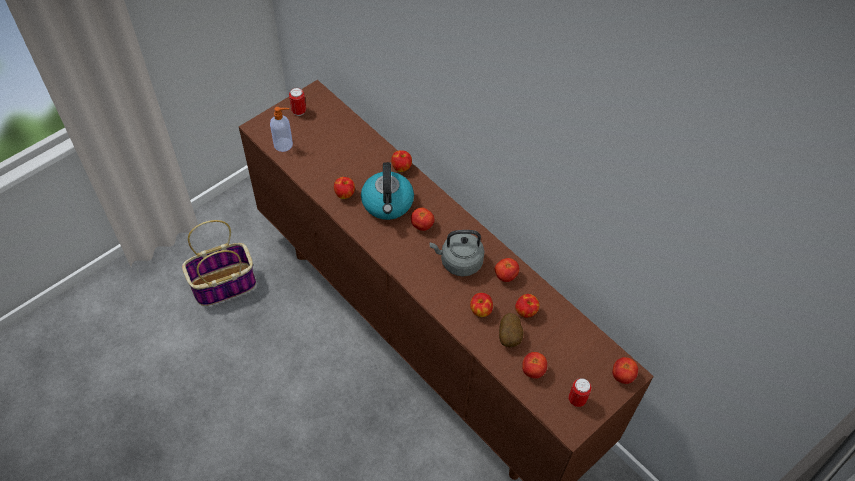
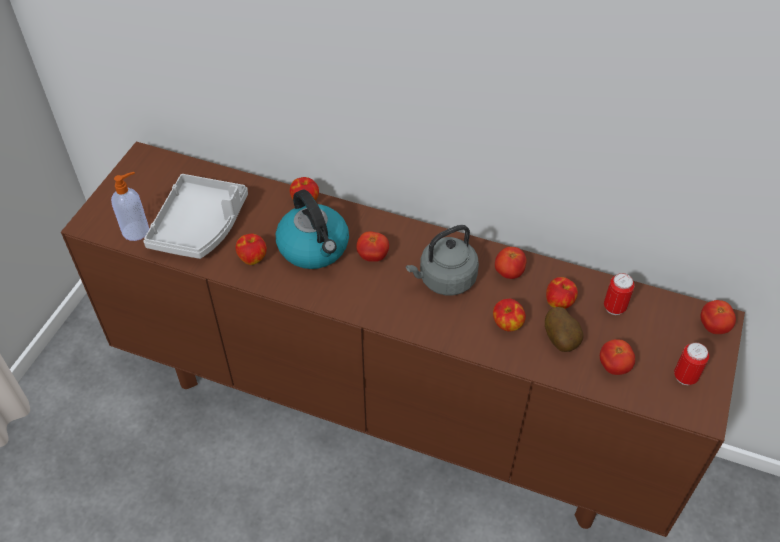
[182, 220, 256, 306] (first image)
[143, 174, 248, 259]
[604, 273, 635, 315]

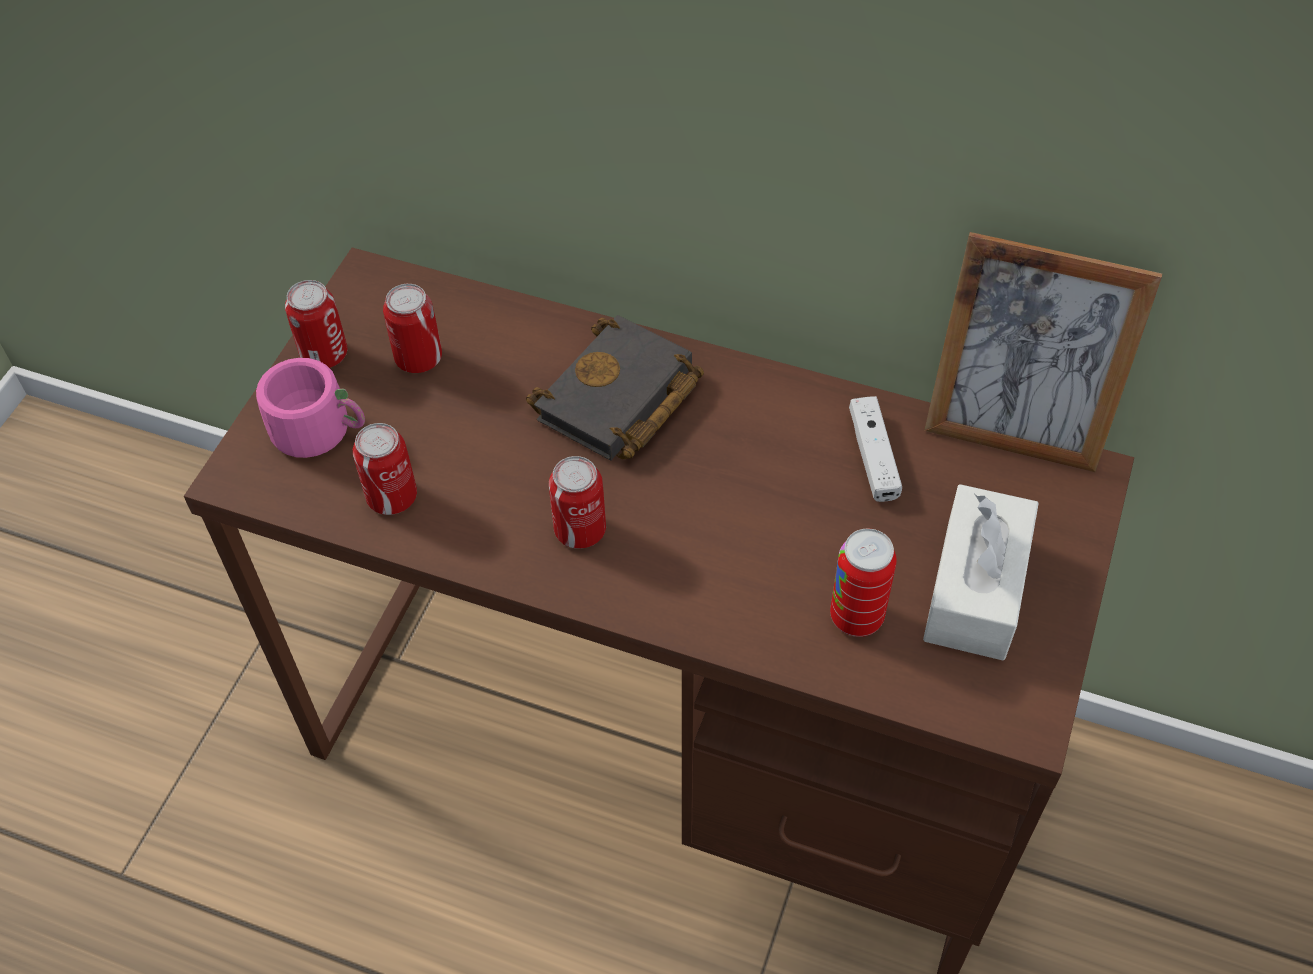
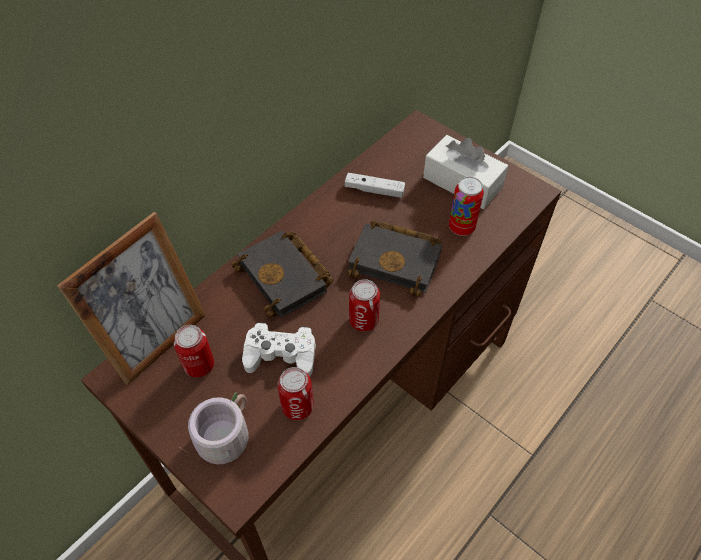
[285, 280, 348, 368] (first image)
[242, 322, 316, 376]
[348, 220, 442, 296]
[57, 212, 206, 385]
[178, 392, 248, 464]

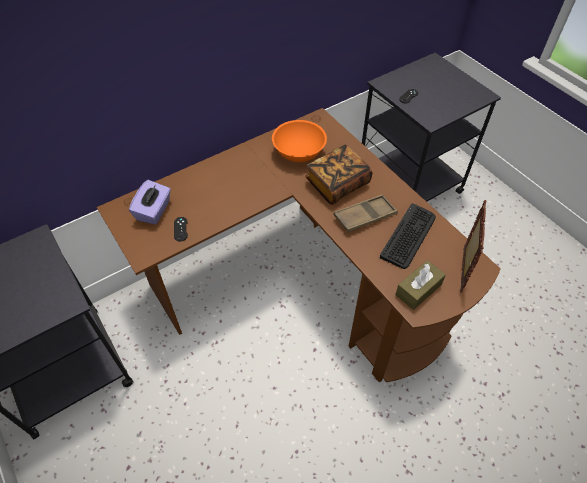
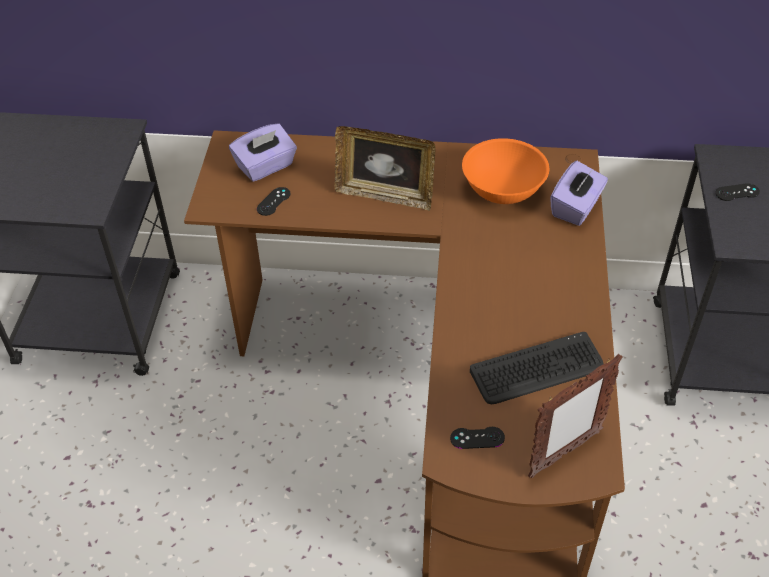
[305, 145, 373, 205] (first image)
[333, 194, 398, 232] (first image)
[334, 126, 436, 211]
[550, 161, 608, 226]
[450, 427, 505, 449]

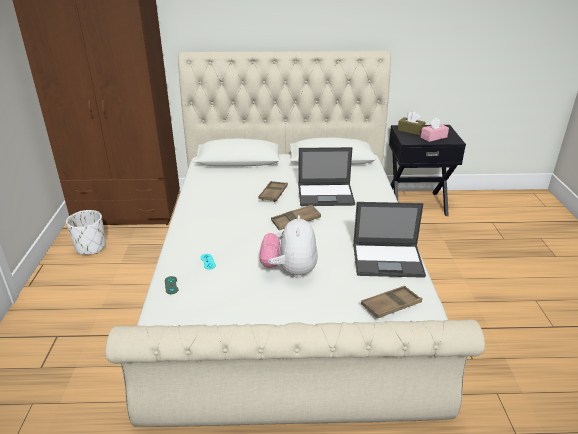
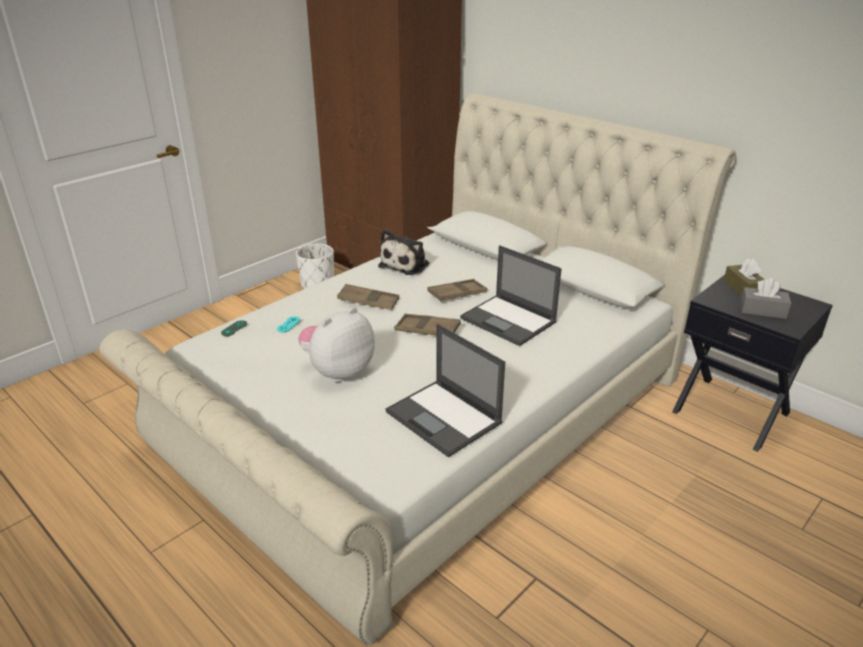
[378, 229, 430, 275]
[337, 284, 399, 310]
[740, 278, 791, 319]

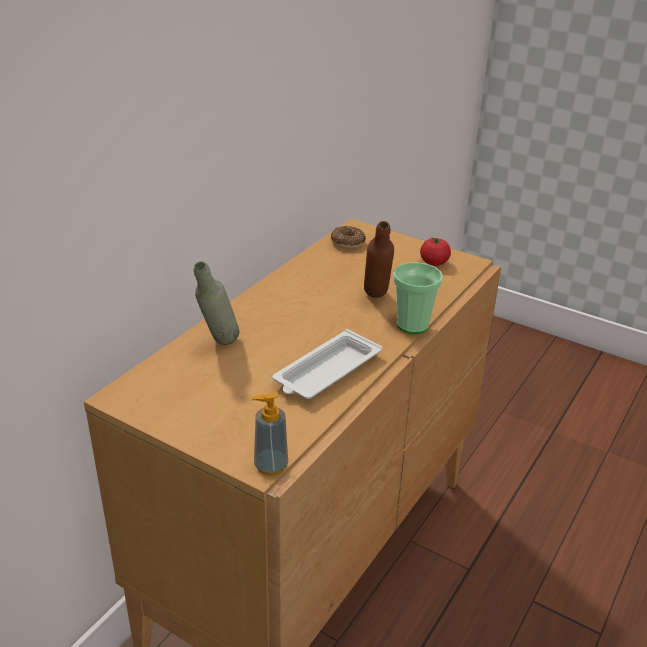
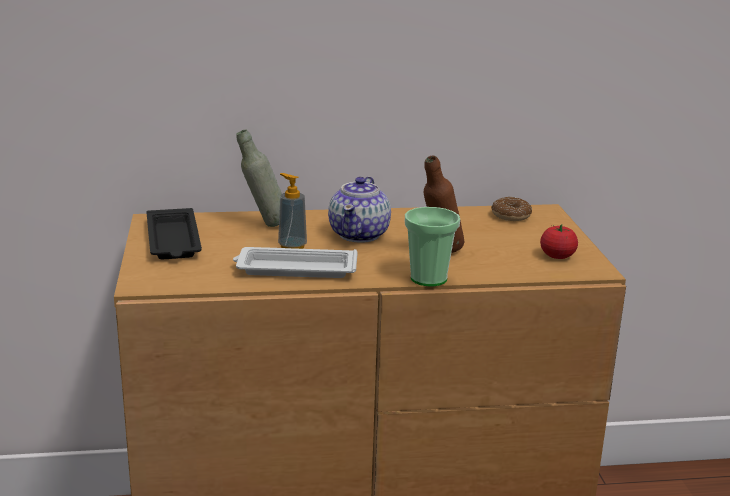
[147, 208, 202, 260]
[328, 176, 391, 243]
[278, 173, 307, 249]

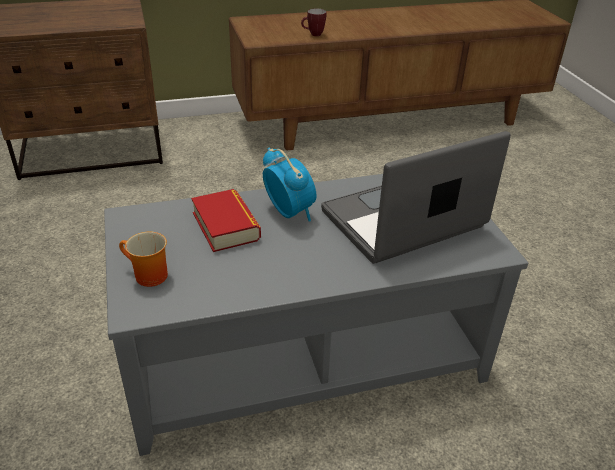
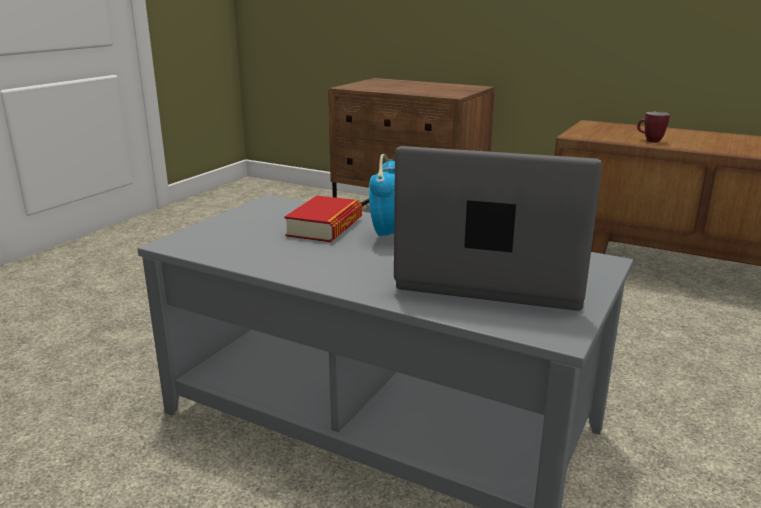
[119, 232, 168, 287] (first image)

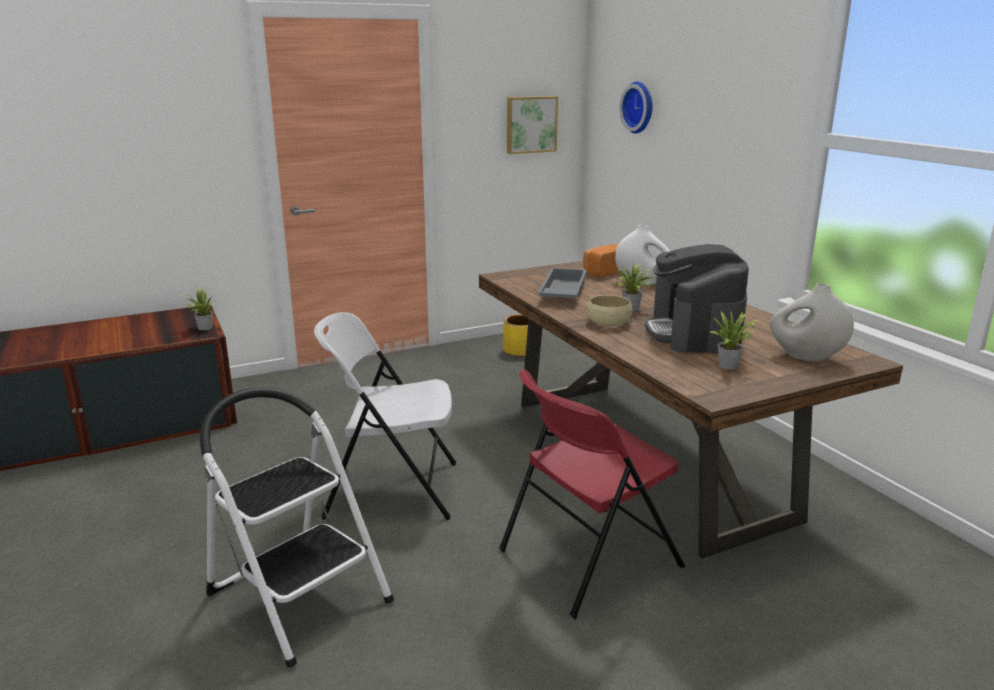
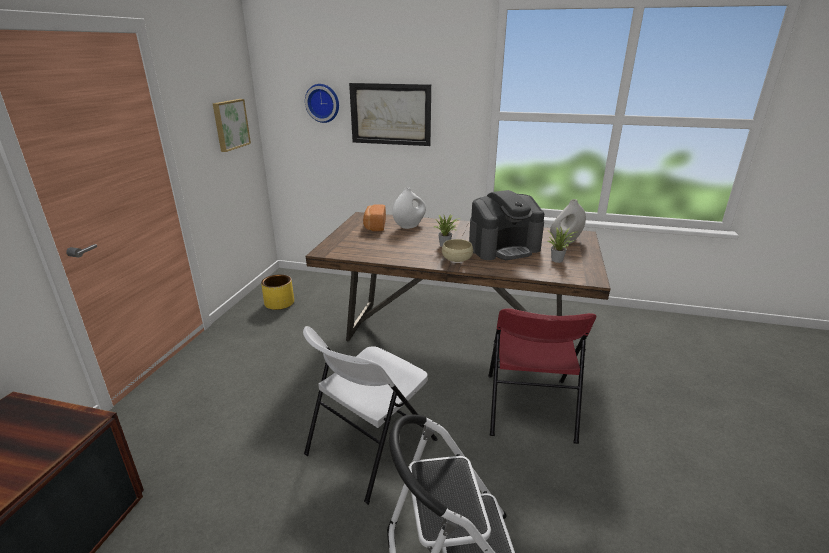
[185, 288, 215, 330] (first image)
[538, 268, 587, 298] (first image)
[349, 83, 431, 146]
[469, 190, 544, 260]

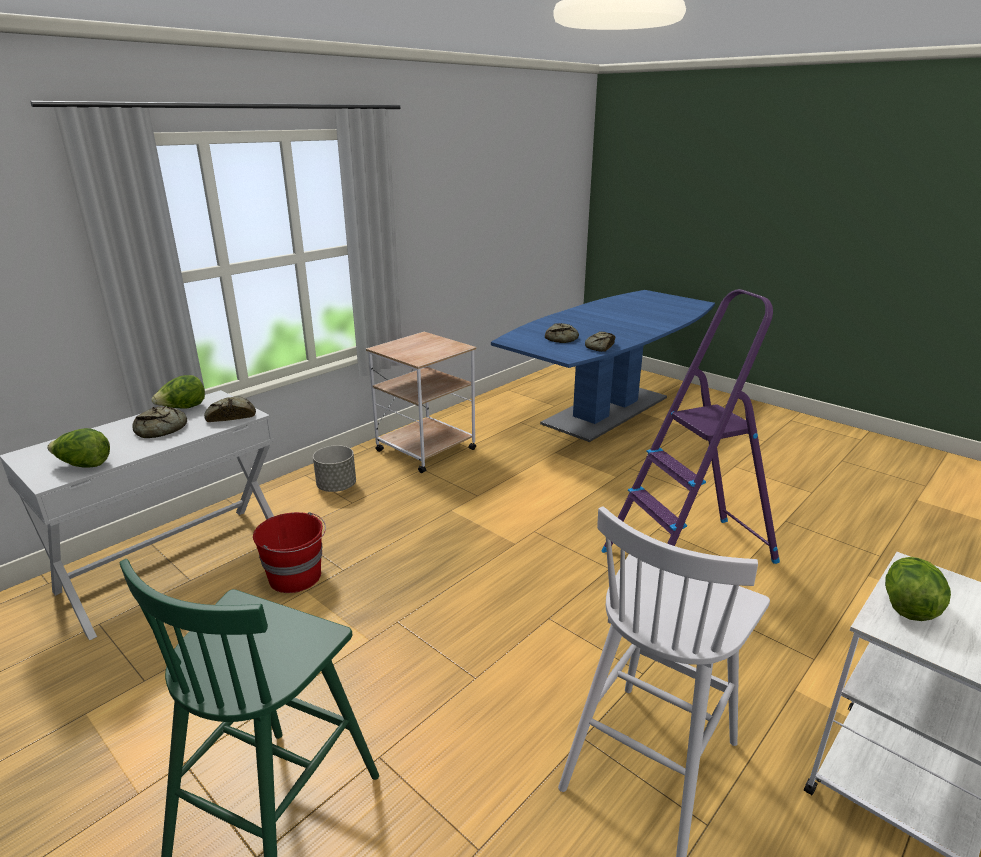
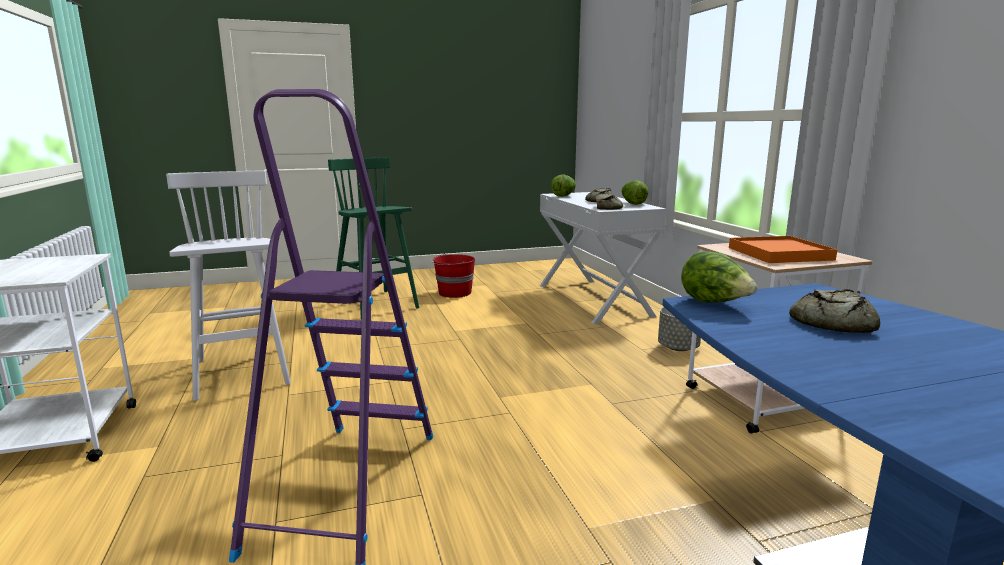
[585, 332, 615, 352] (first image)
[729, 236, 838, 263]
[431, 254, 475, 298]
[681, 251, 758, 303]

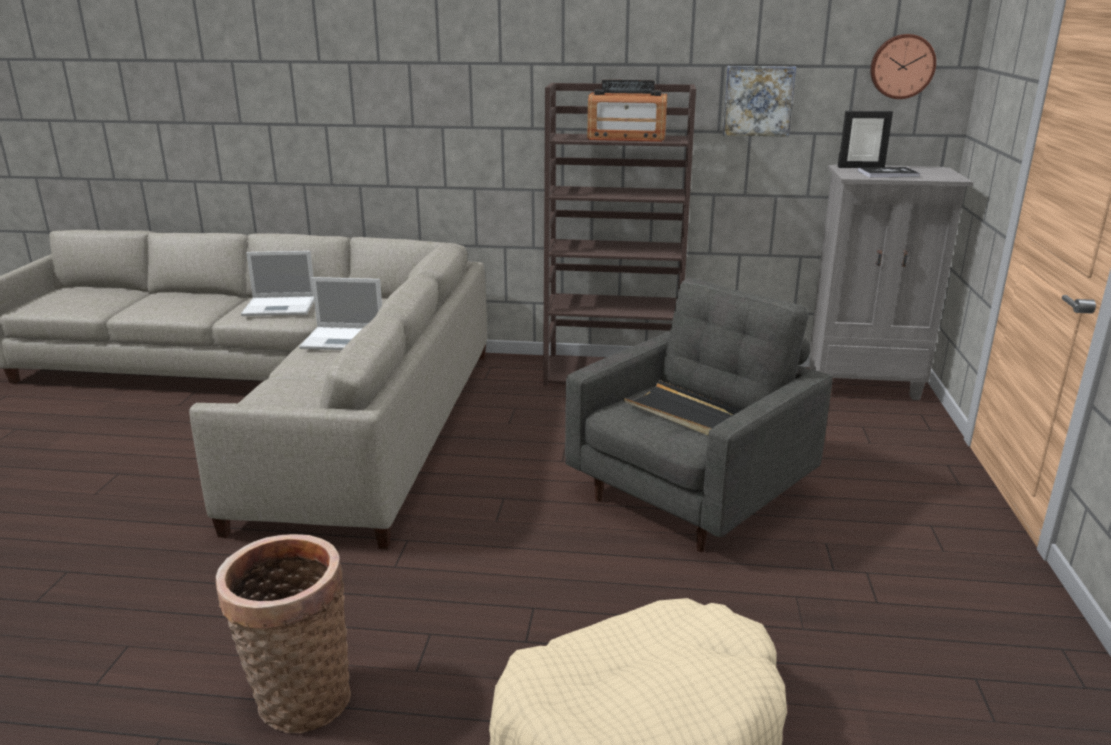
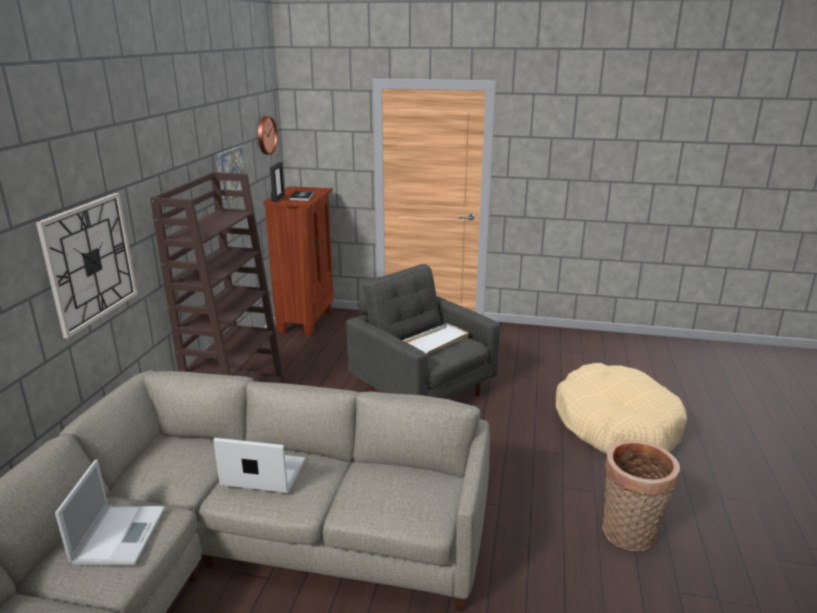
[587, 80, 667, 142] (first image)
[36, 193, 138, 339]
[403, 323, 469, 354]
[263, 186, 334, 336]
[213, 438, 306, 493]

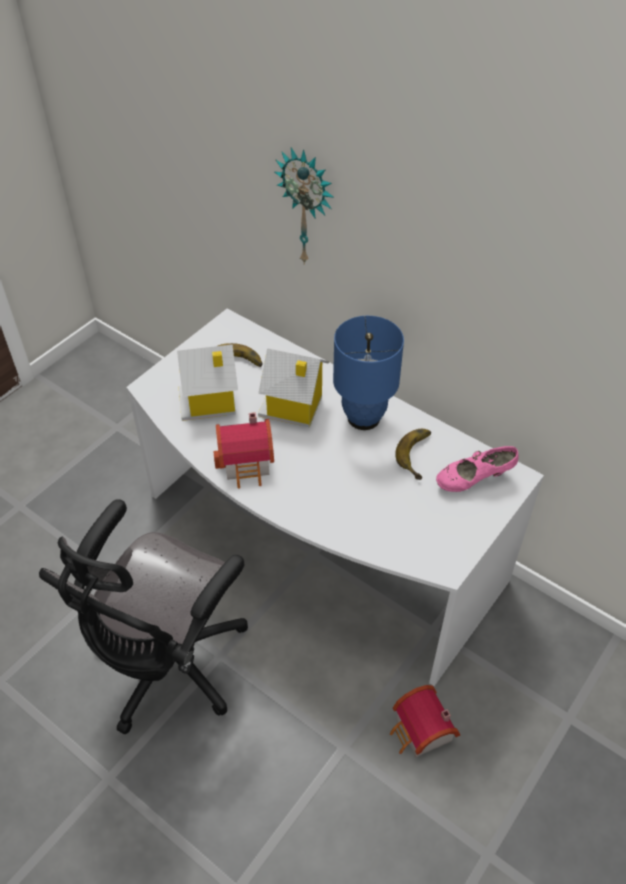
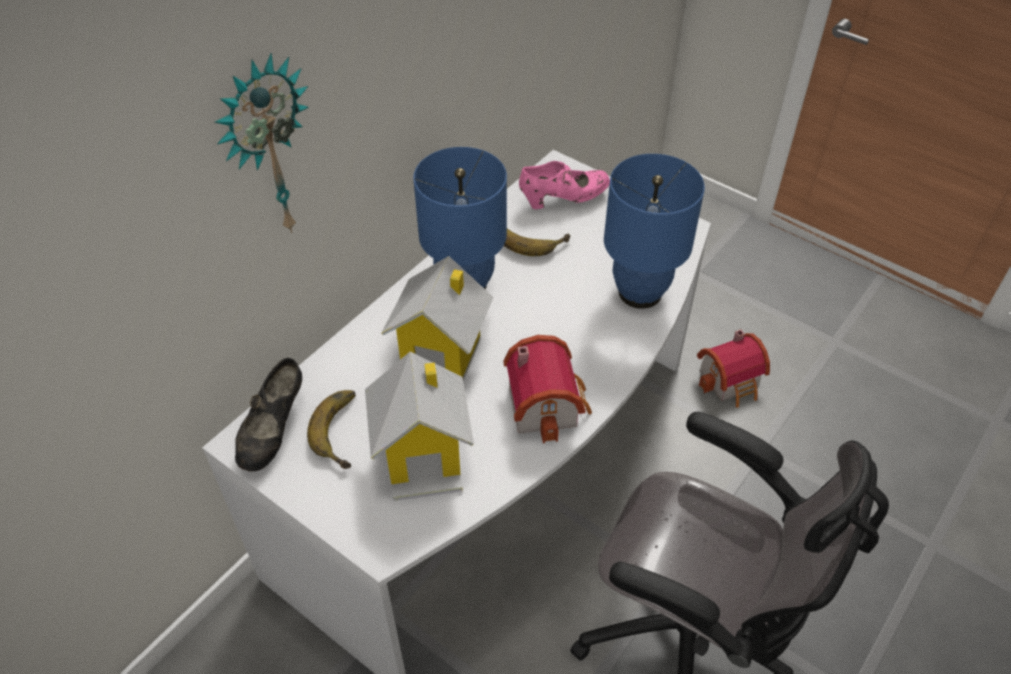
[235, 358, 302, 471]
[604, 154, 705, 309]
[519, 161, 610, 209]

